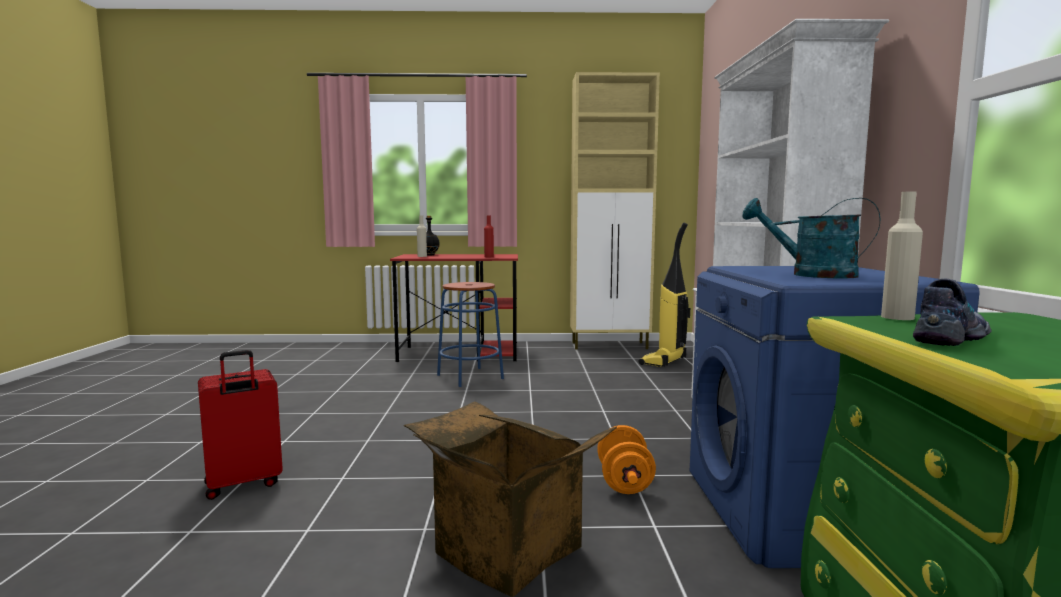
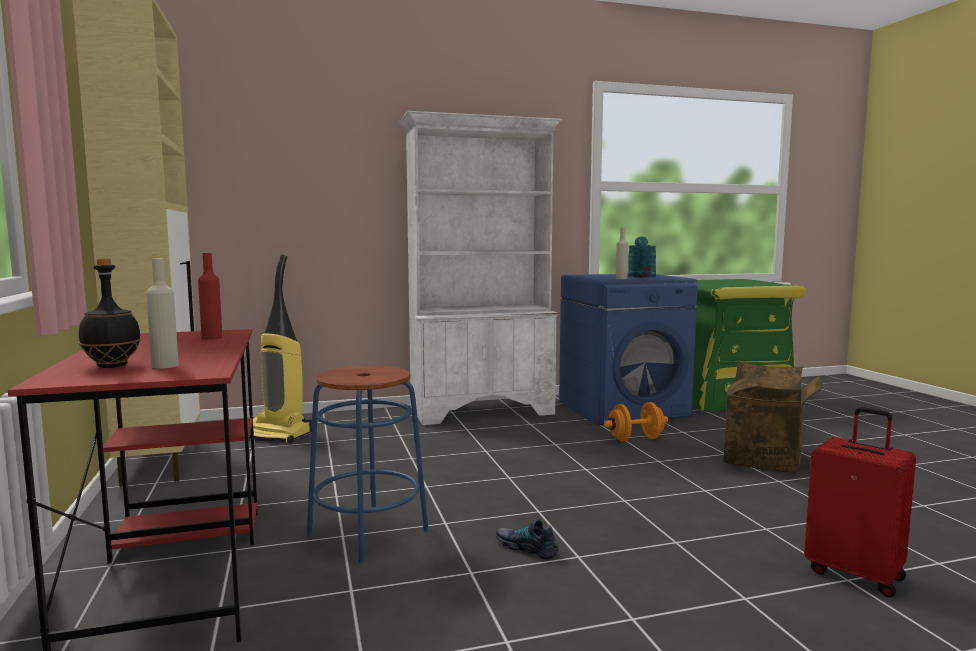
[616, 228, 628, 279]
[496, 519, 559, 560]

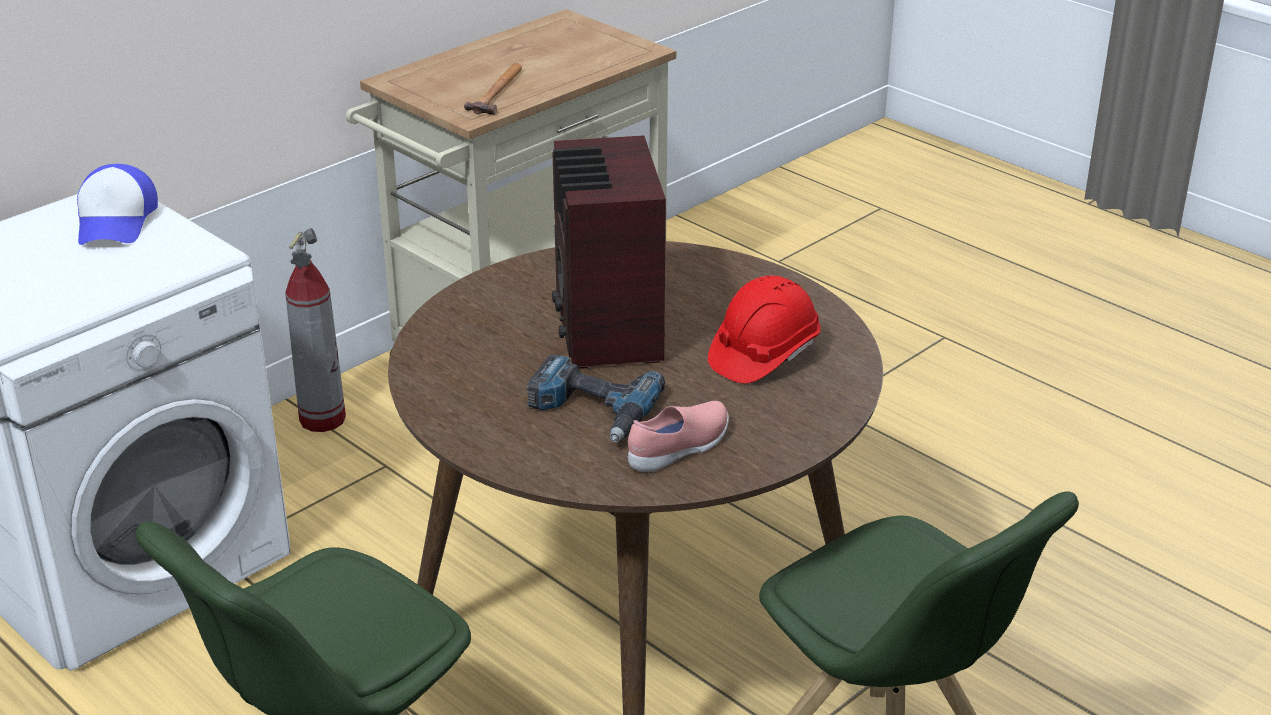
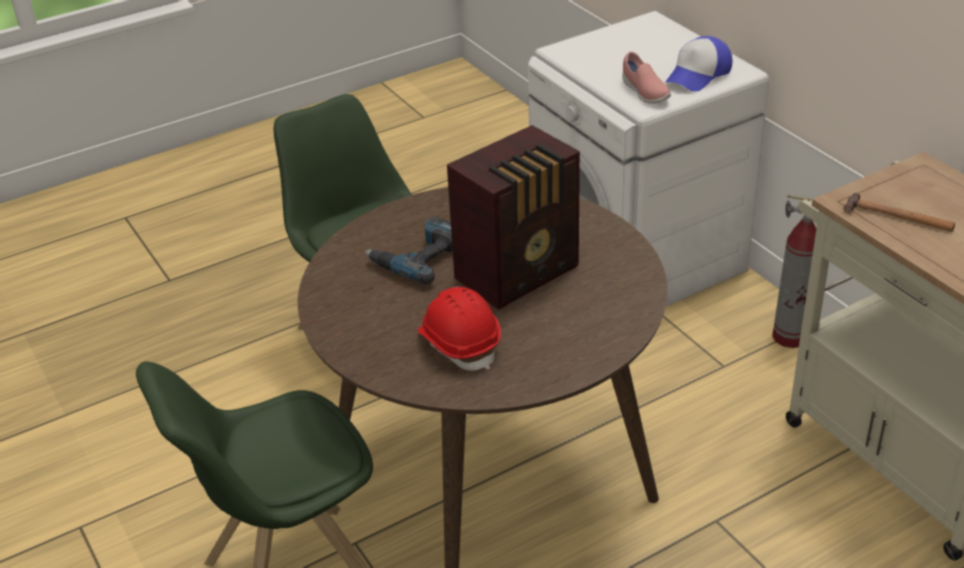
[623, 52, 671, 104]
[666, 36, 732, 92]
[447, 125, 580, 310]

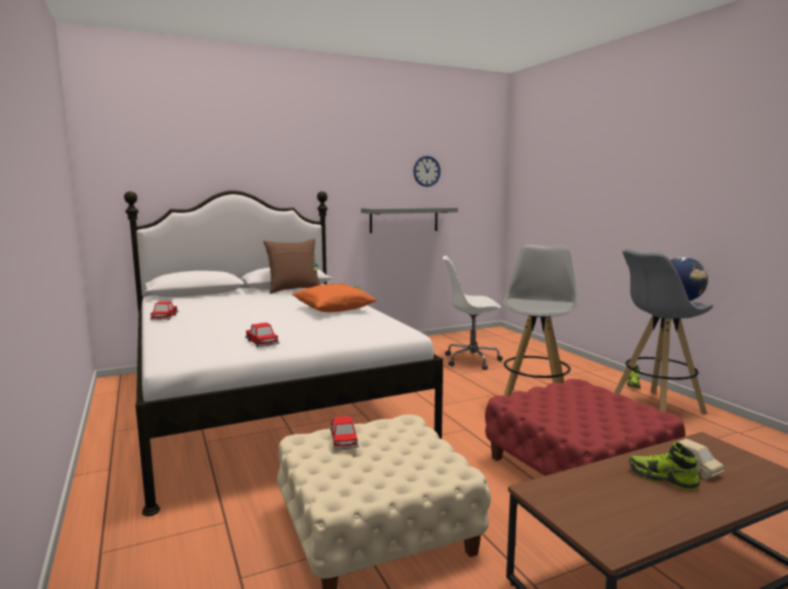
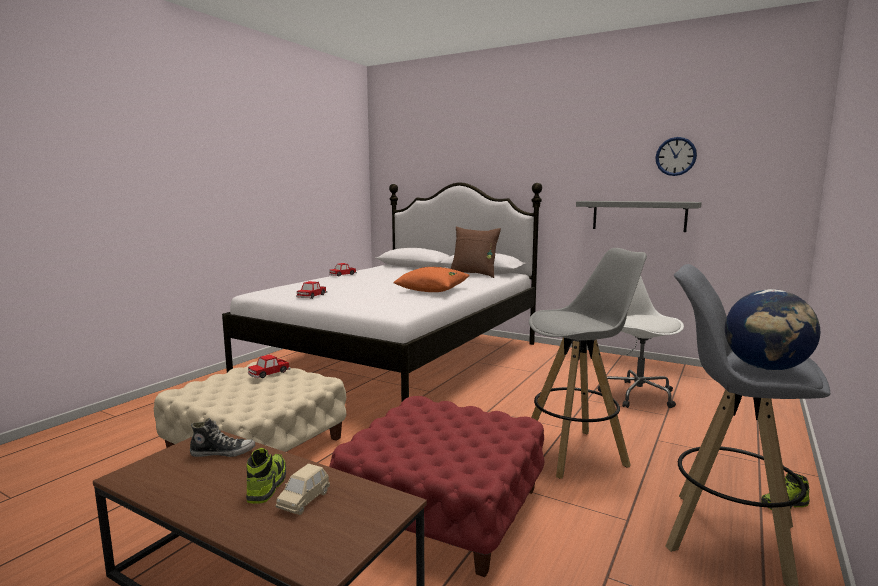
[190, 418, 255, 457]

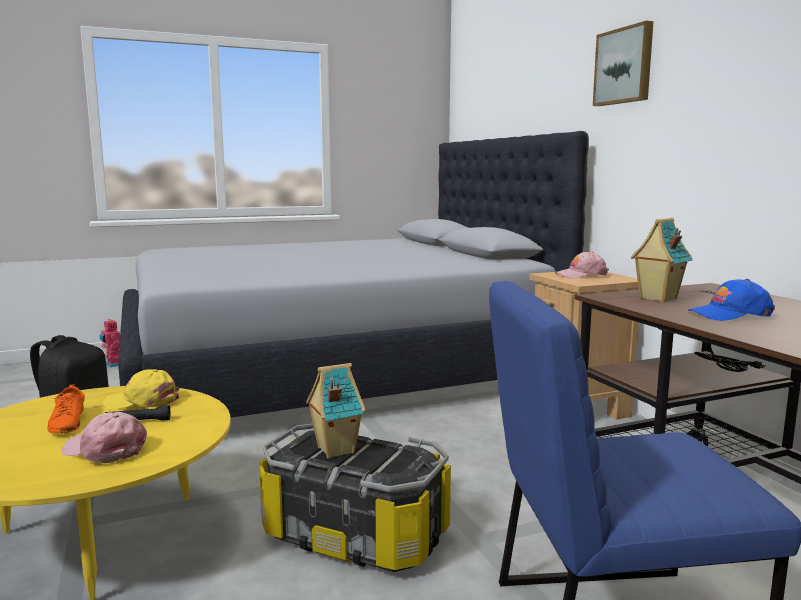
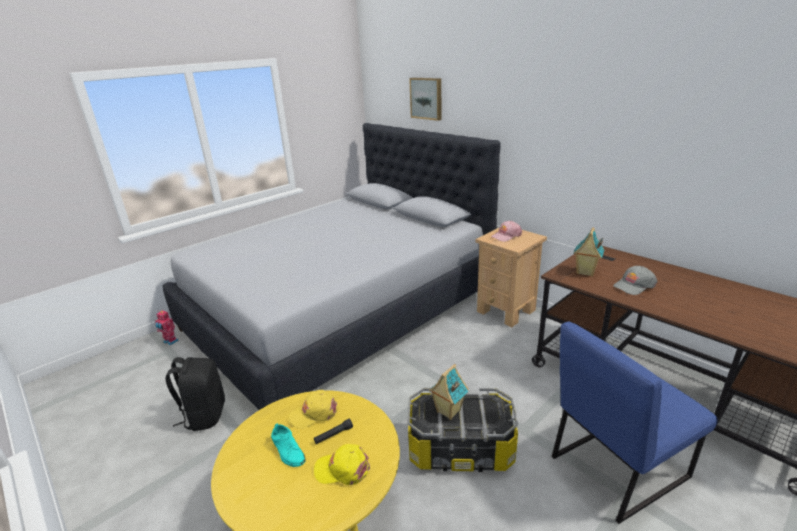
[409, 78, 441, 121]
[271, 423, 306, 467]
[314, 444, 370, 485]
[613, 266, 657, 295]

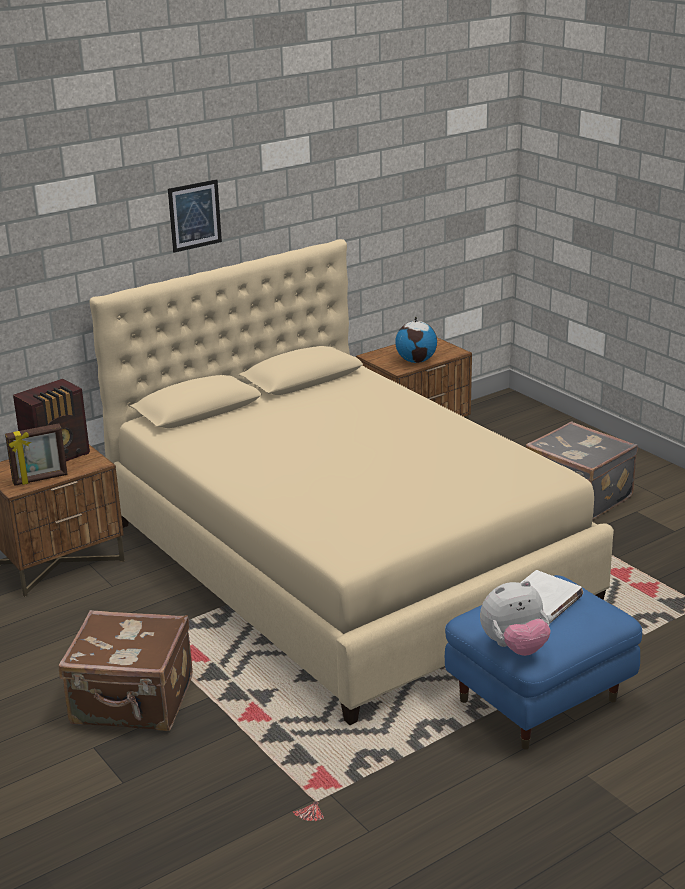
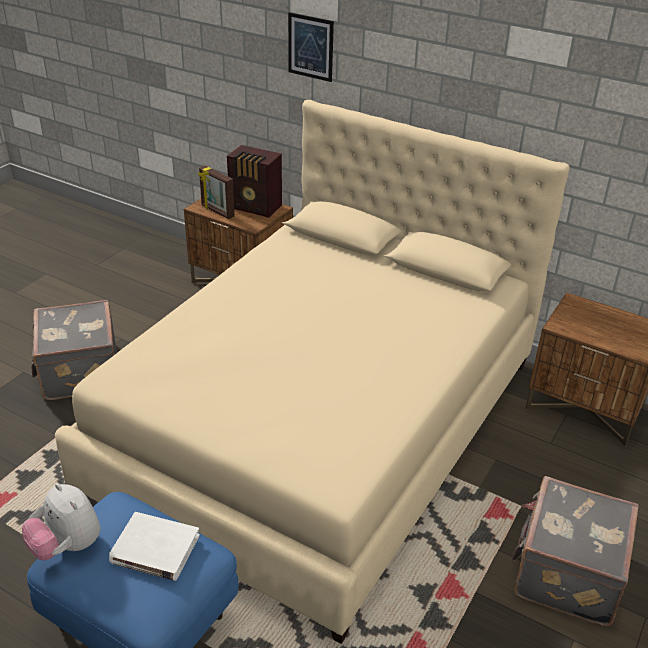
[395, 316, 437, 363] (first image)
[288, 12, 334, 82]
[31, 300, 117, 400]

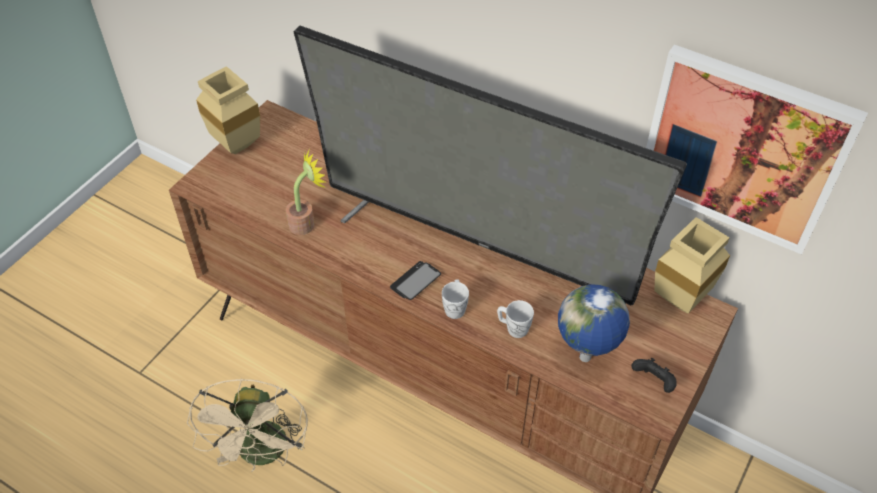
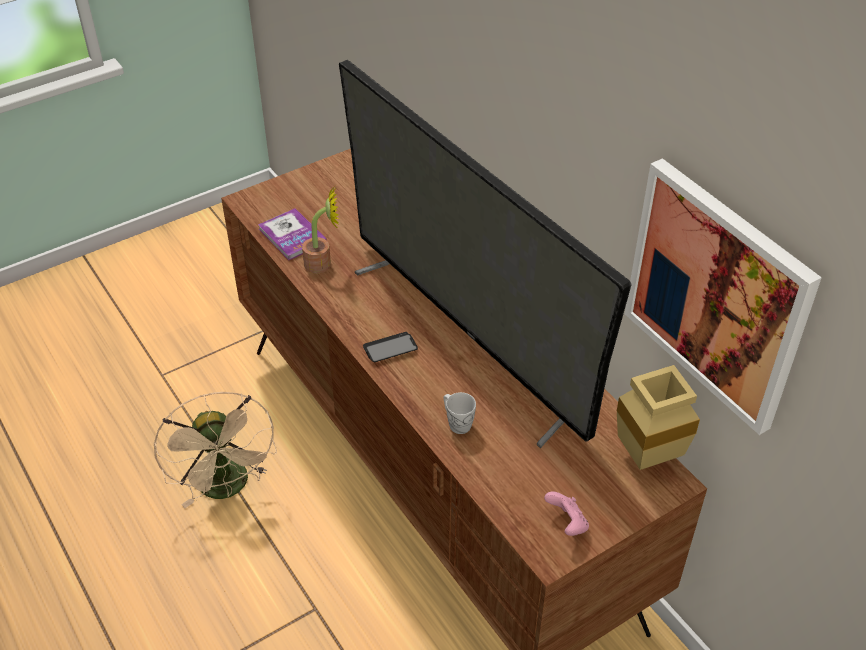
[196, 66, 260, 154] (first image)
[442, 279, 469, 319] (first image)
[558, 284, 630, 362] (first image)
[258, 208, 326, 260]
[544, 491, 589, 536]
[154, 392, 277, 508]

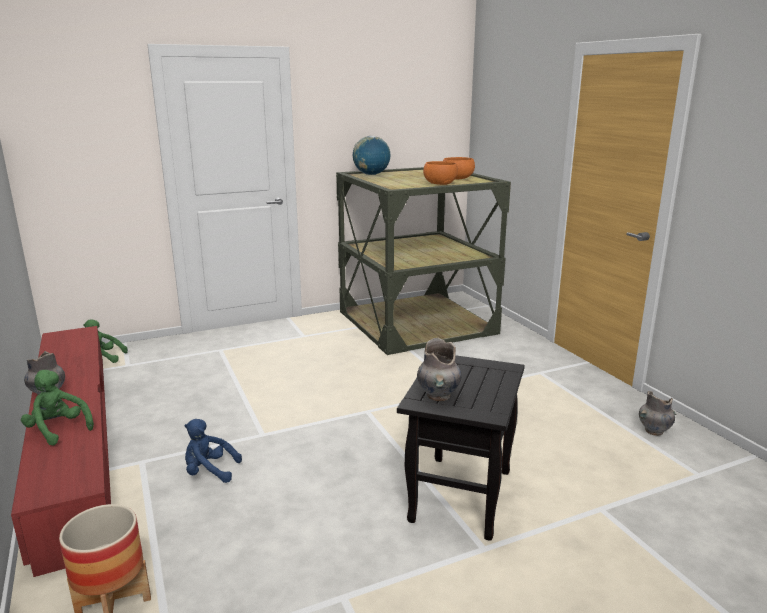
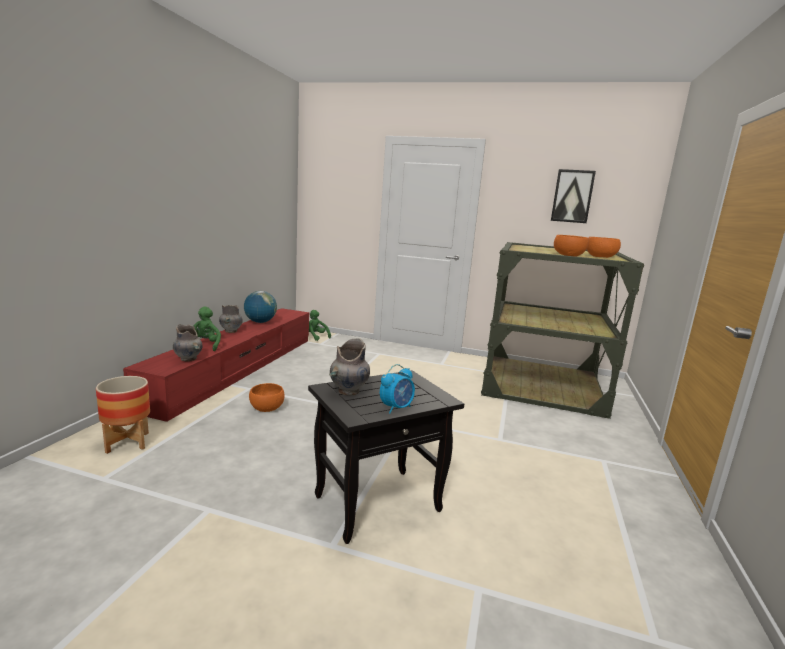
[380, 364, 415, 414]
[551, 169, 596, 223]
[244, 291, 277, 323]
[173, 324, 203, 361]
[249, 383, 285, 412]

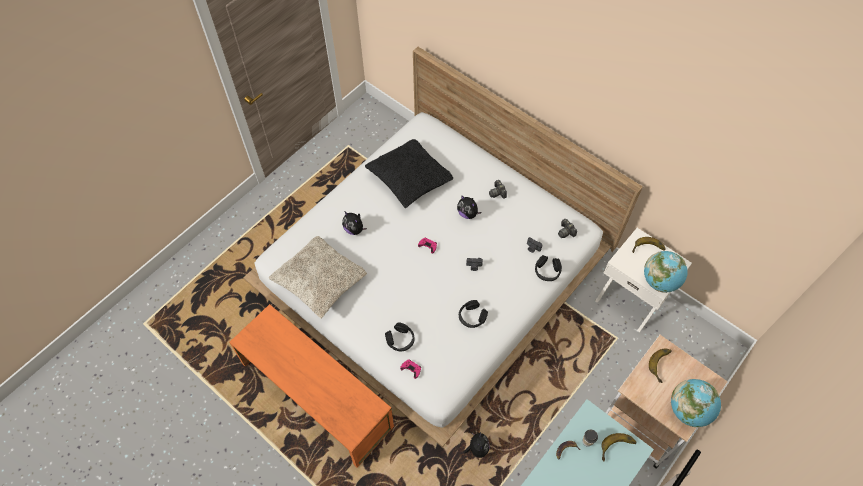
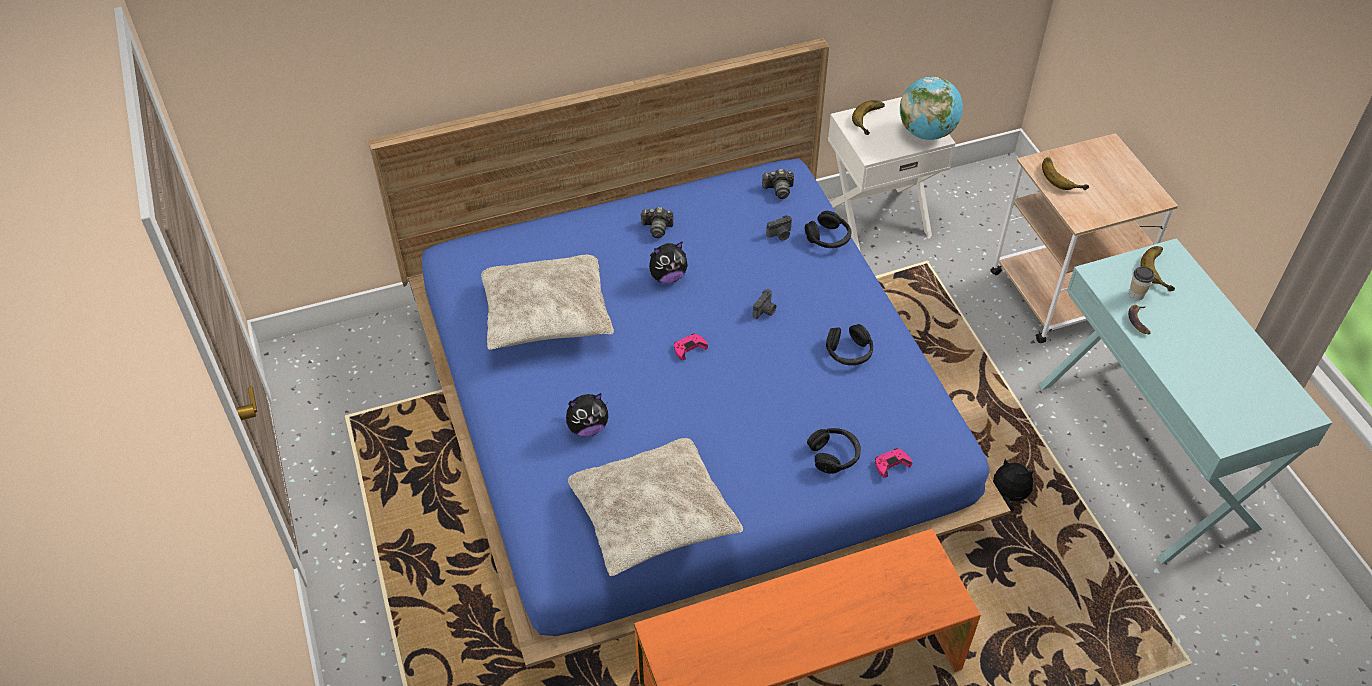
[671, 379, 721, 427] (first image)
[368, 38, 1011, 668]
[481, 254, 614, 350]

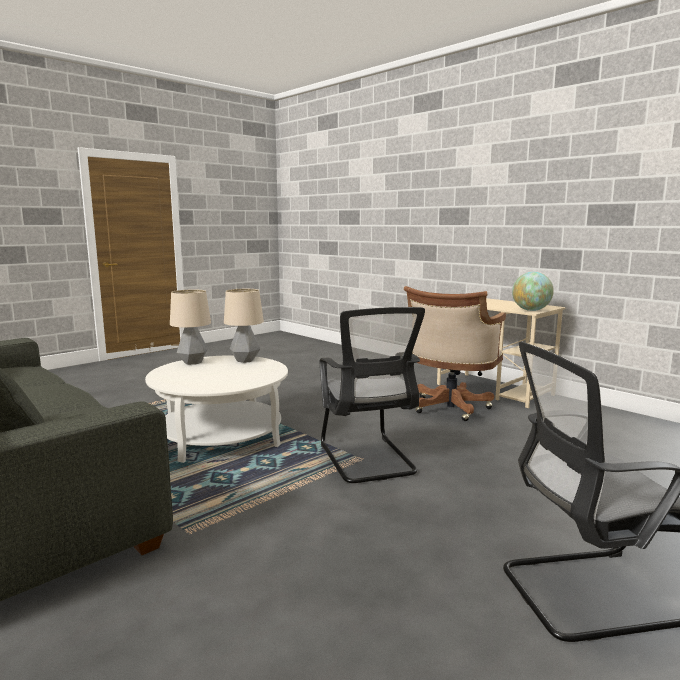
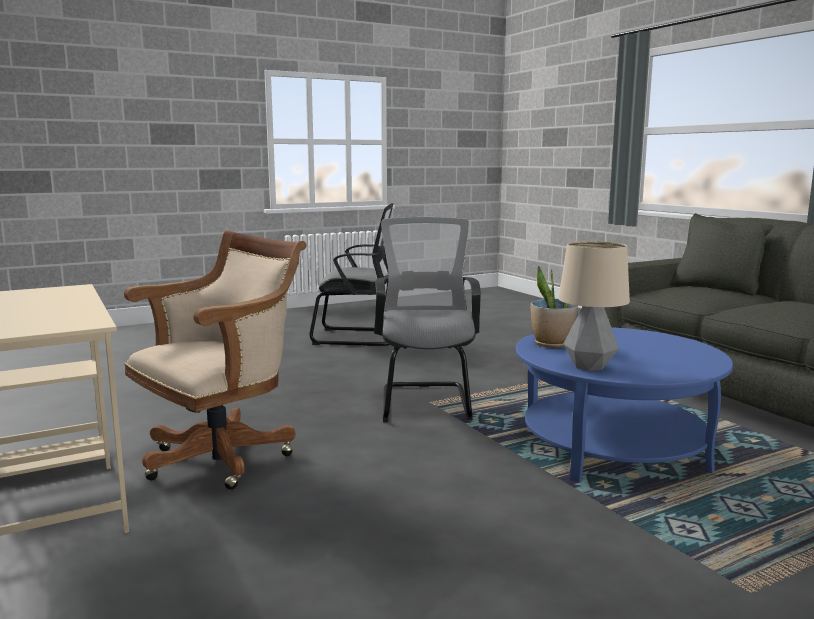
[170, 290, 211, 365] (first image)
[512, 272, 554, 311] (first image)
[530, 265, 578, 348]
[516, 327, 733, 483]

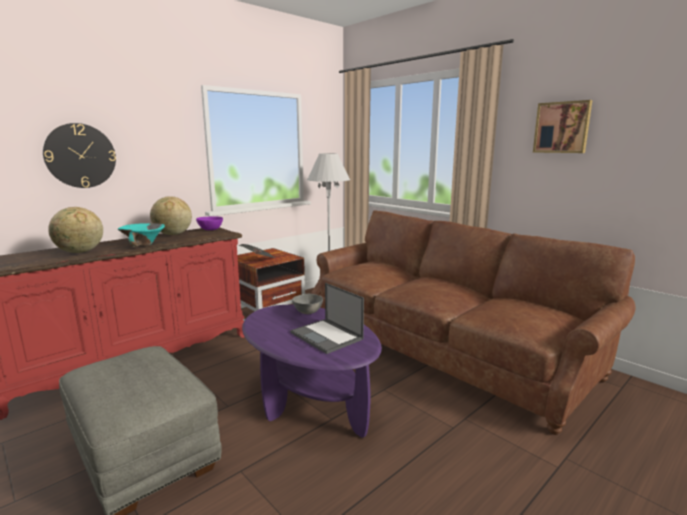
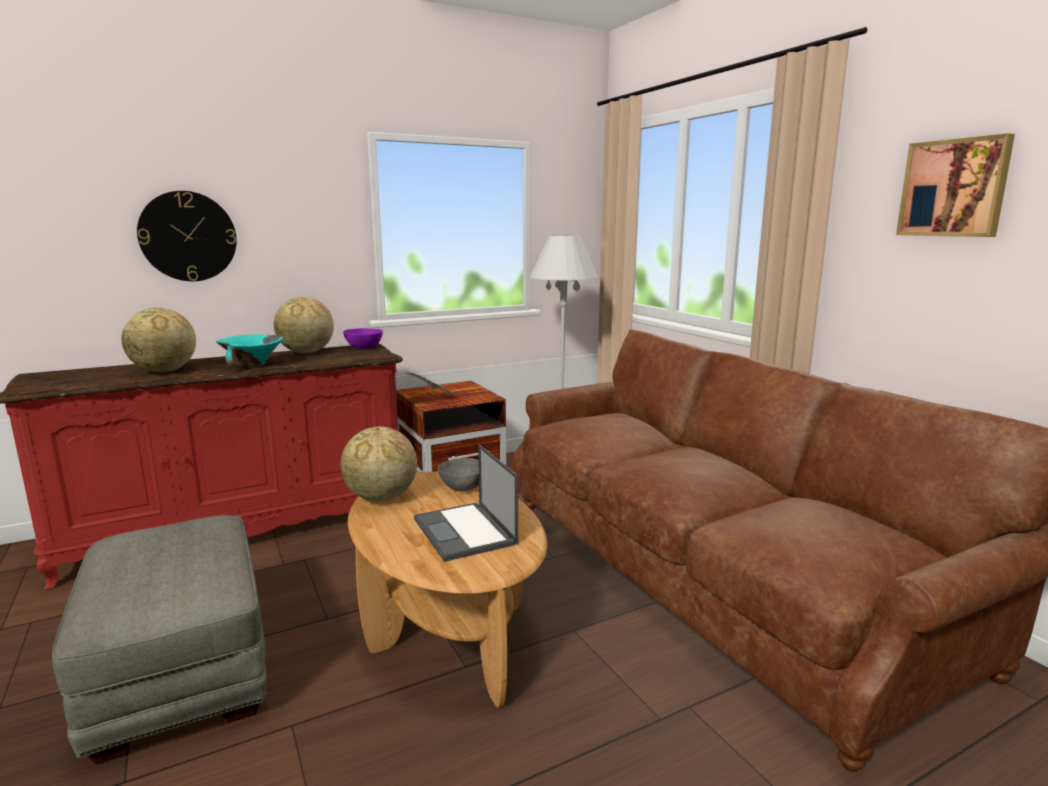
[340, 426, 417, 501]
[348, 472, 547, 707]

